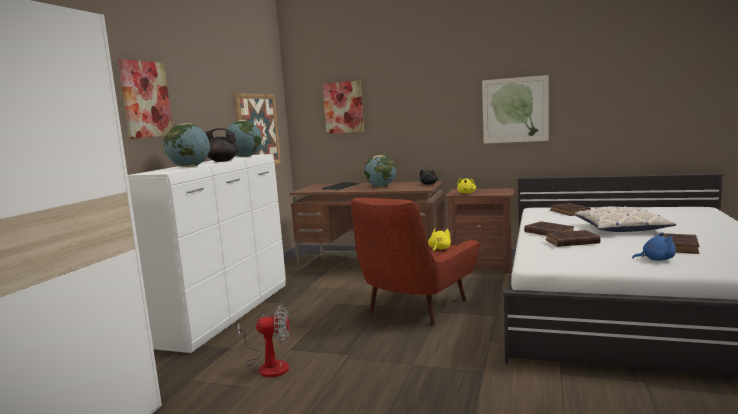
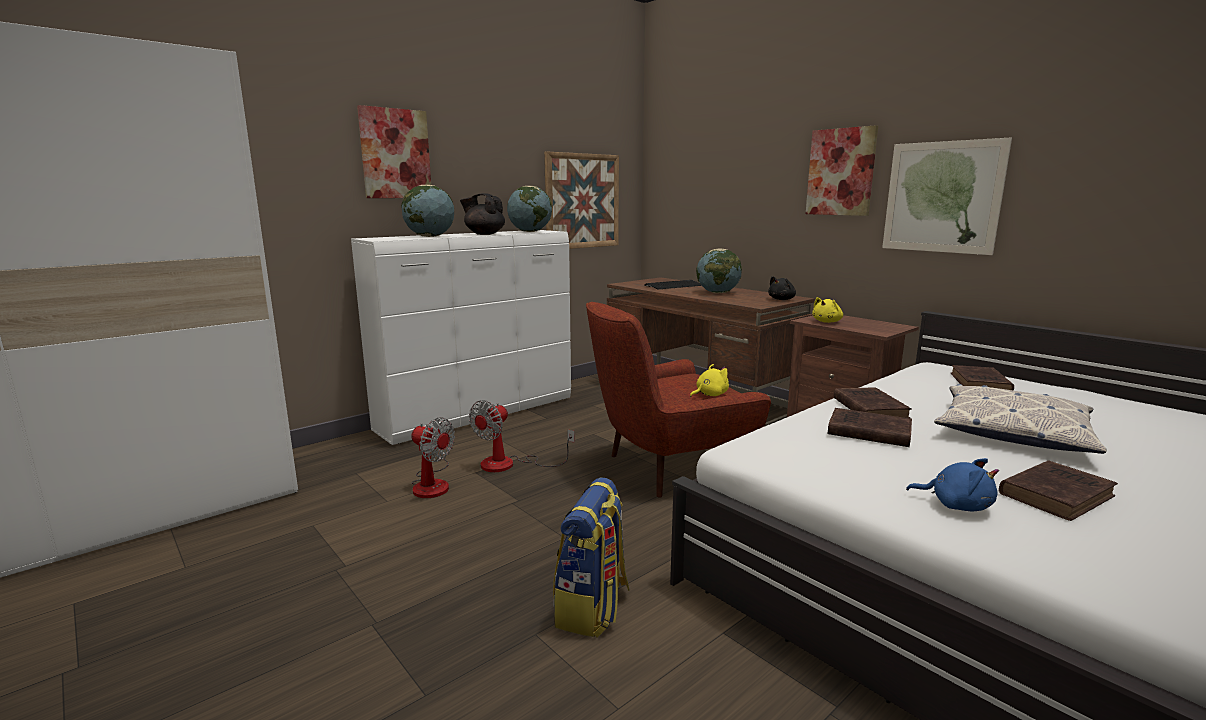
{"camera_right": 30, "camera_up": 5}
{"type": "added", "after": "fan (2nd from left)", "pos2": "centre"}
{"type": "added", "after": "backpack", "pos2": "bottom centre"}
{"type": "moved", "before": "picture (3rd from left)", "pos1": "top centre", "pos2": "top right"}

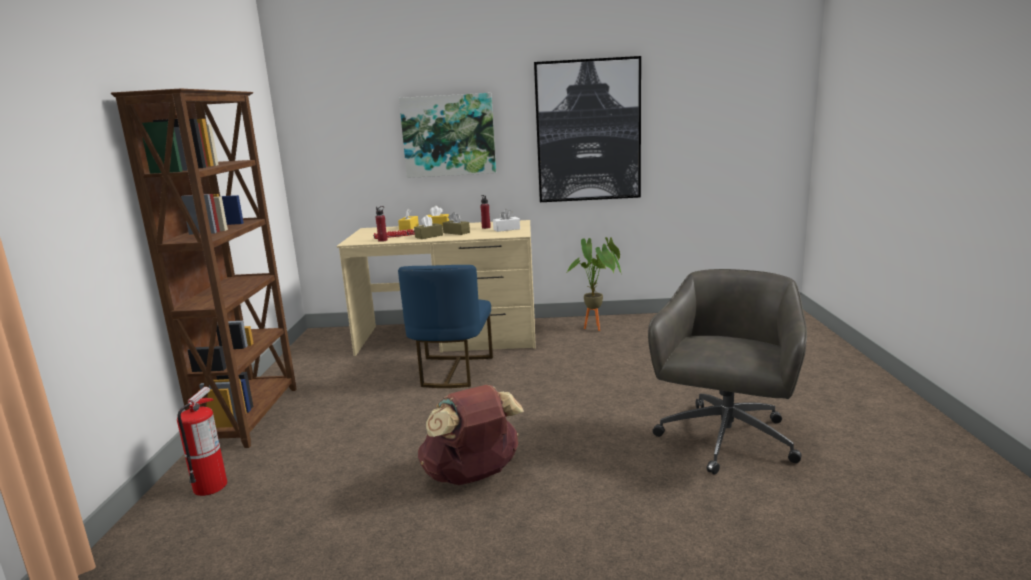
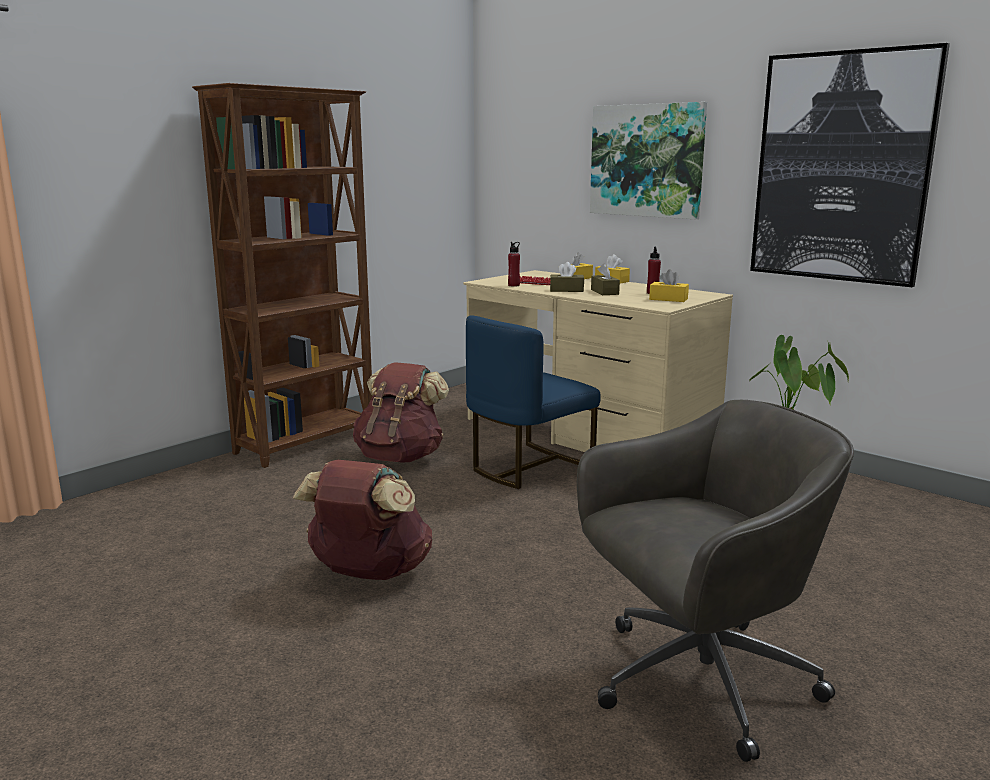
{"camera_right": 40, "camera_up": 0}
{"type": "added", "after": "brown backpack (2nd from left)", "pos2": "centre"}
{"type": "recoloured", "before": "white tissue box", "after": "yellow tissue box (3rd from left)", "pos1": "centre", "pos2": "middle right"}
{"type": "removed", "before": "fire extinguisher", "pos1": "bottom left"}

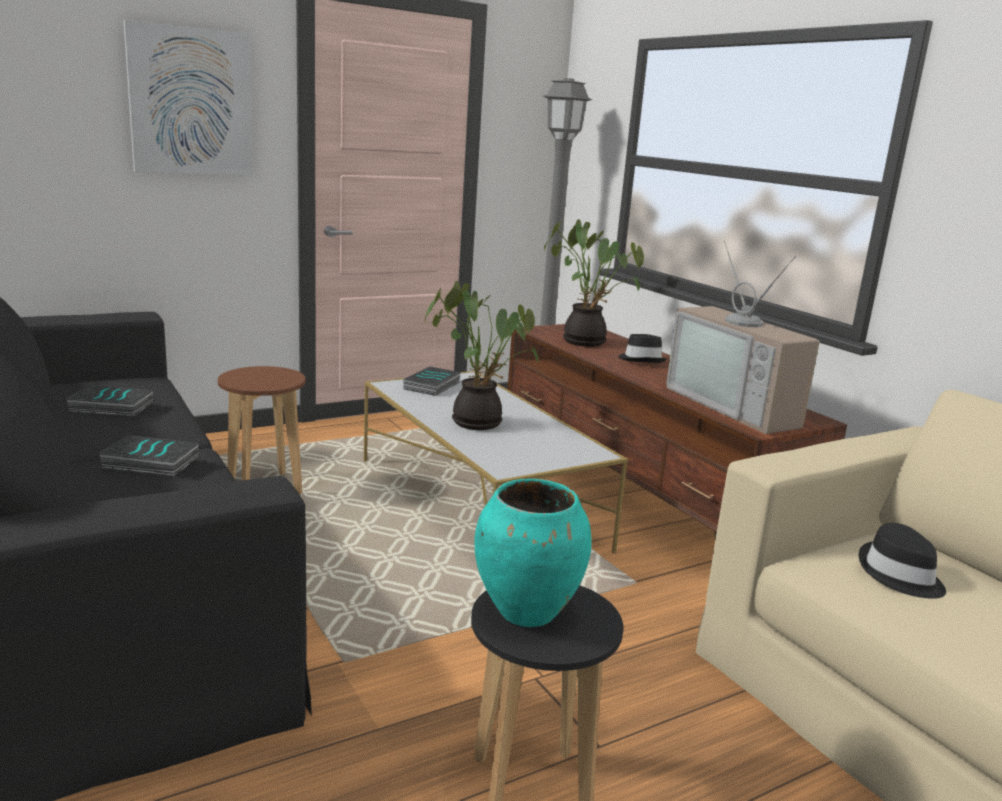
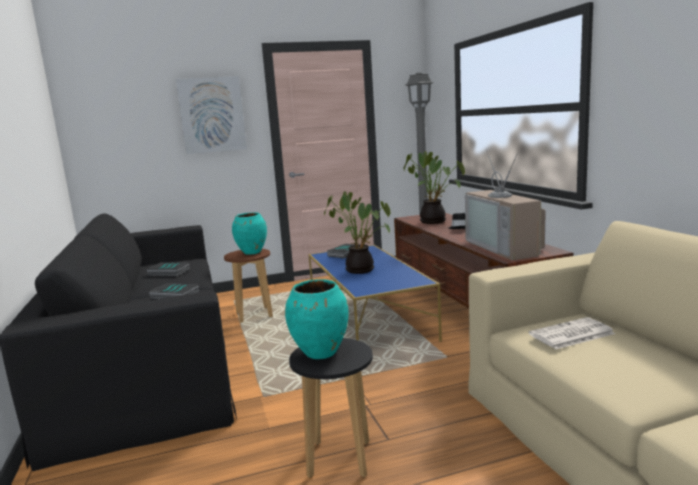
{"camera_right": 15, "camera_up": -5}
{"type": "added", "after": "turquoise vase (1st from left)", "pos2": "centre"}
{"type": "recoloured", "before": "white coffee table", "after": "blue coffee table", "pos1": "centre", "pos2": "centre"}
{"type": "replaced", "before": "black hat (2nd from left)", "after": "newspaper", "pos1": "bottom right", "pos2": "bottom right"}

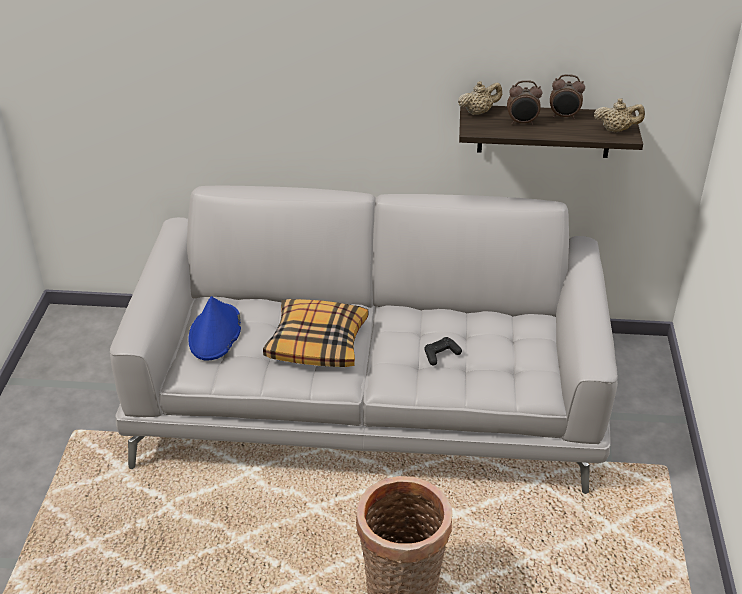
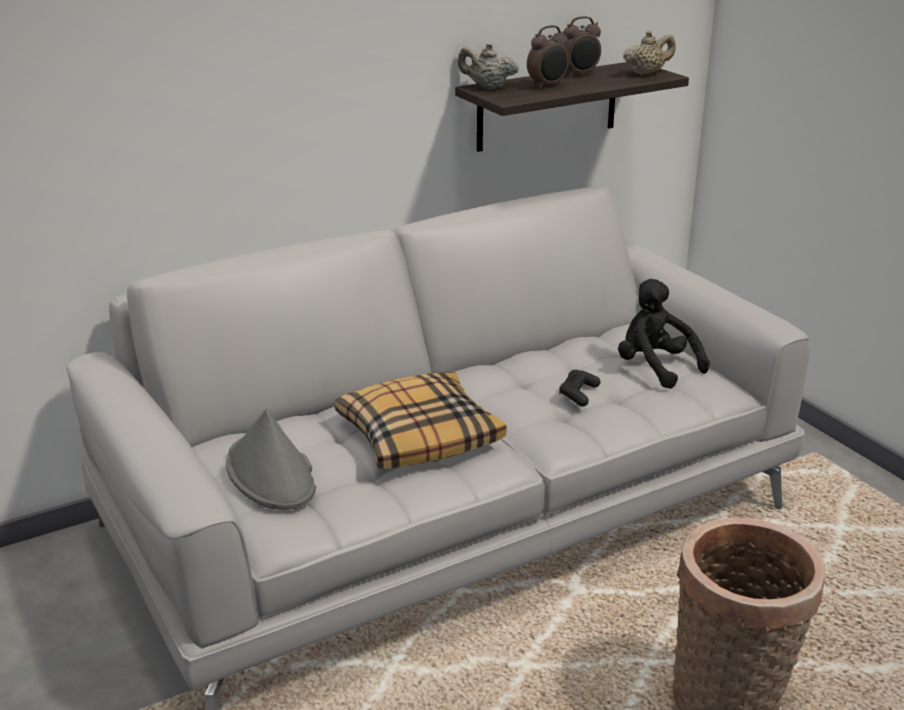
{"camera_right": -35, "camera_up": -10}
{"type": "recoloured", "before": "blue hat", "after": "grey hat", "pos1": "middle left", "pos2": "middle left"}
{"type": "turned", "before": "beige teapot (1st from left)", "pos1": "top centre", "pos2": "top centre", "turn": -105}
{"type": "added", "after": "black plush toy", "pos2": "middle right"}

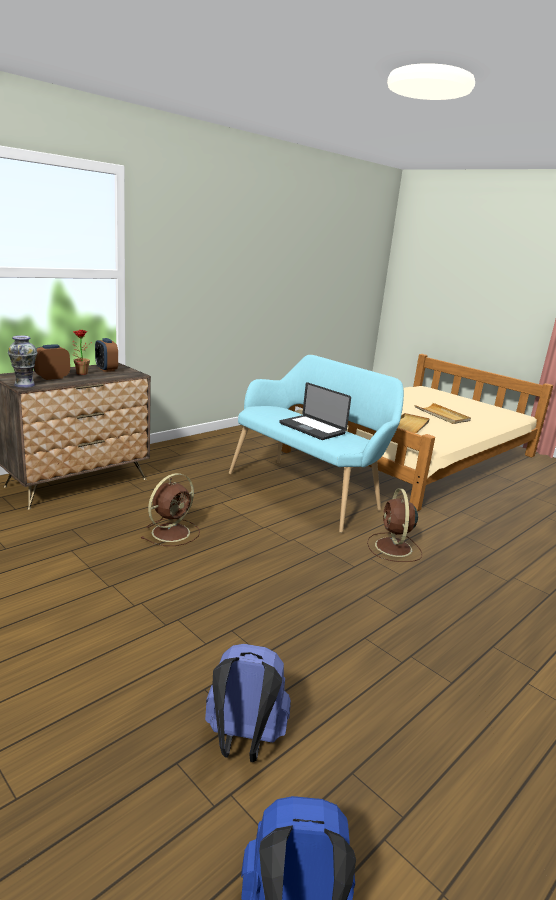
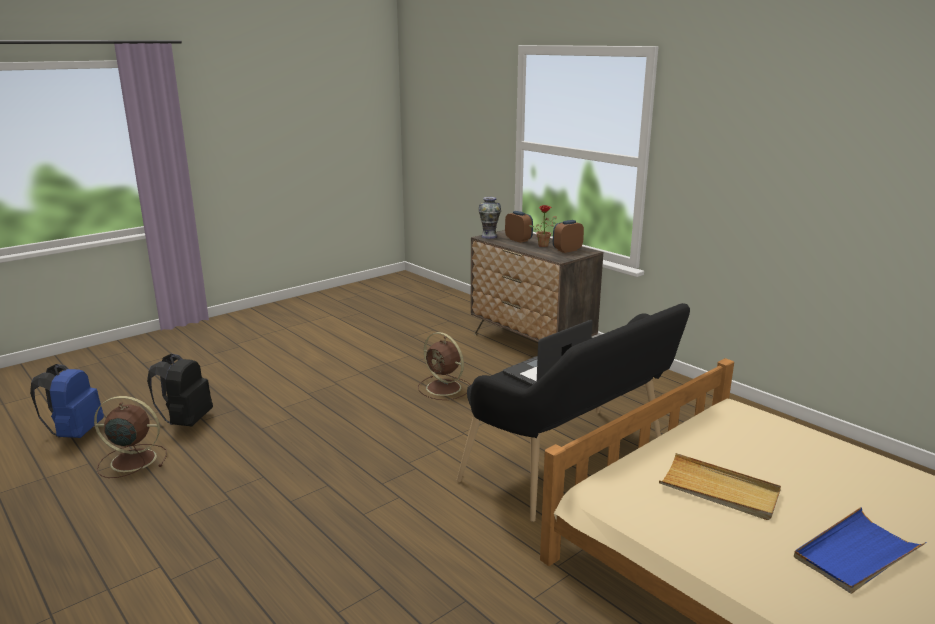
{"camera_right": 95, "camera_up": 0}
{"type": "moved", "before": "brown fan (2nd from left in the first image)", "after": "brown fan (1st from left)", "pos1": "middle right", "pos2": "bottom left"}
{"type": "recoloured", "before": "blue backpack (1st from left)", "after": "black backpack", "pos1": "bottom centre", "pos2": "middle left"}
{"type": "recoloured", "before": "turquoise bench", "after": "black bench", "pos1": "centre", "pos2": "centre"}
{"type": "recoloured", "before": "beige tray (2nd from left)", "after": "blue tray", "pos1": "middle right", "pos2": "bottom right"}

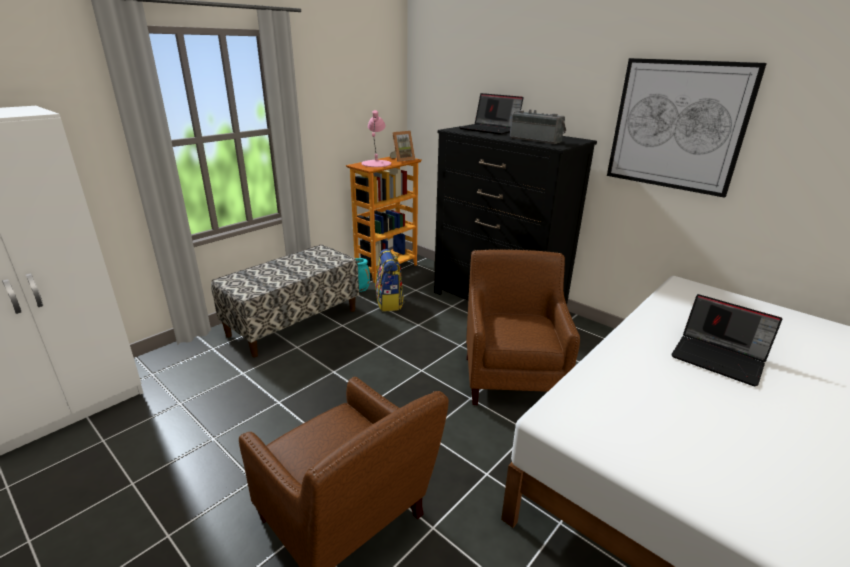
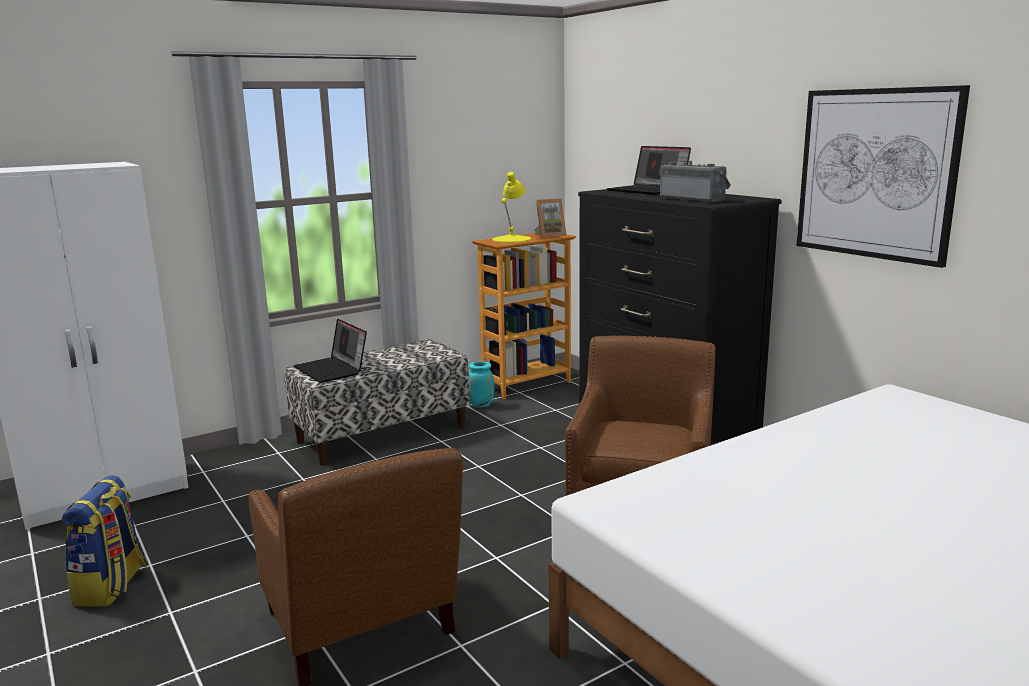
{"camera_right": 15, "camera_up": -10}
{"type": "moved", "before": "backpack", "pos1": "centre", "pos2": "bottom left"}
{"type": "moved", "before": "laptop (2nd from left in the first image)", "after": "laptop (1st from left)", "pos1": "middle right", "pos2": "middle left"}
{"type": "recoloured", "before": "pink table lamp", "after": "yellow table lamp", "pos1": "top centre", "pos2": "top centre"}

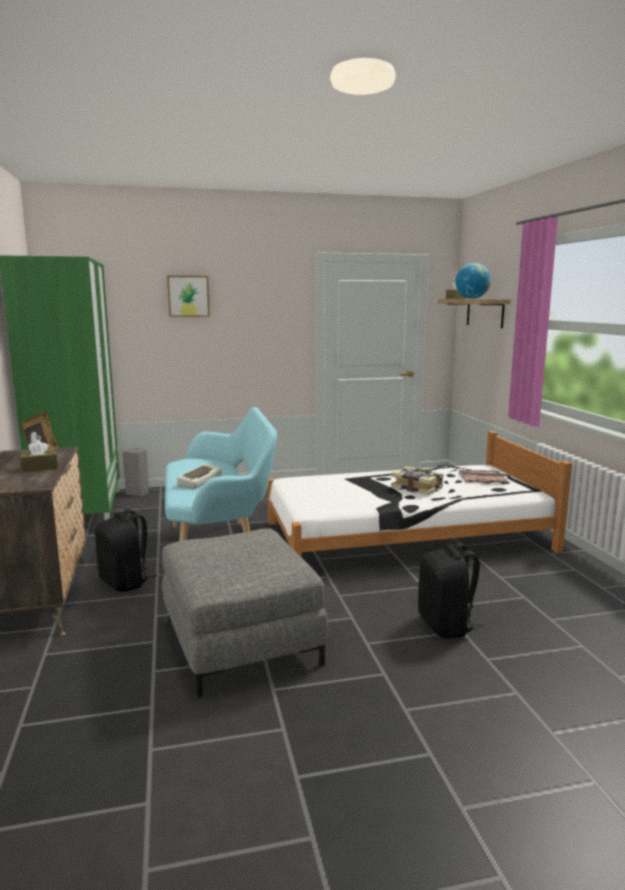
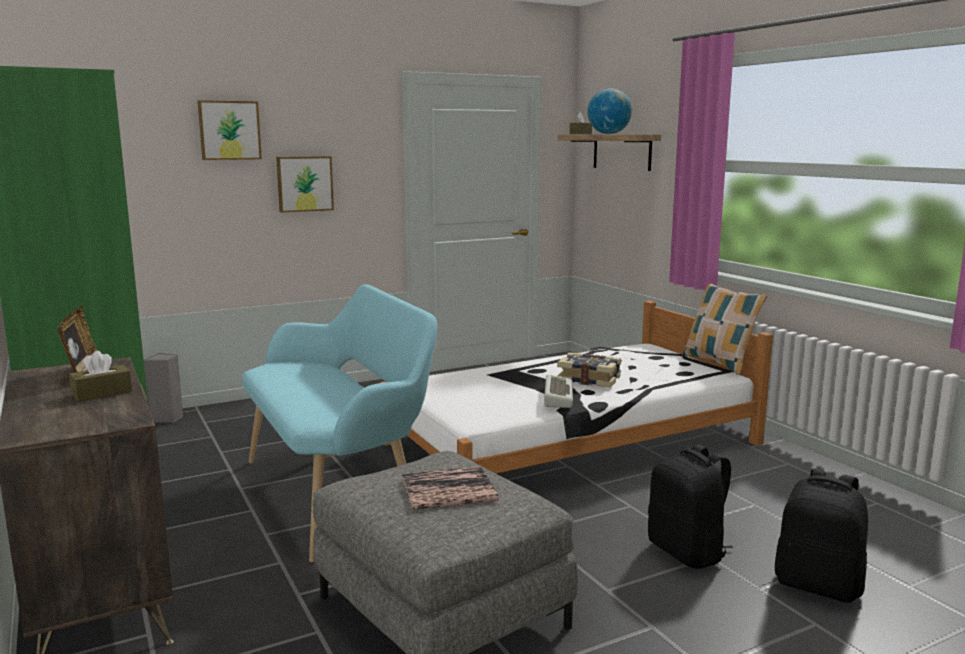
{"camera_right": -15, "camera_up": 0}
{"type": "added", "after": "picture (2nd from left)", "pos2": "top left"}
{"type": "moved", "before": "book (2nd from left in the first image)", "after": "book (1st from left)", "pos1": "middle right", "pos2": "bottom centre"}
{"type": "moved", "before": "keyboard", "pos1": "middle left", "pos2": "centre"}
{"type": "added", "after": "pillow", "pos2": "middle right"}
{"type": "moved", "before": "black backpack (1st from left in the first image)", "after": "black backpack (2nd from left)", "pos1": "middle left", "pos2": "bottom right"}

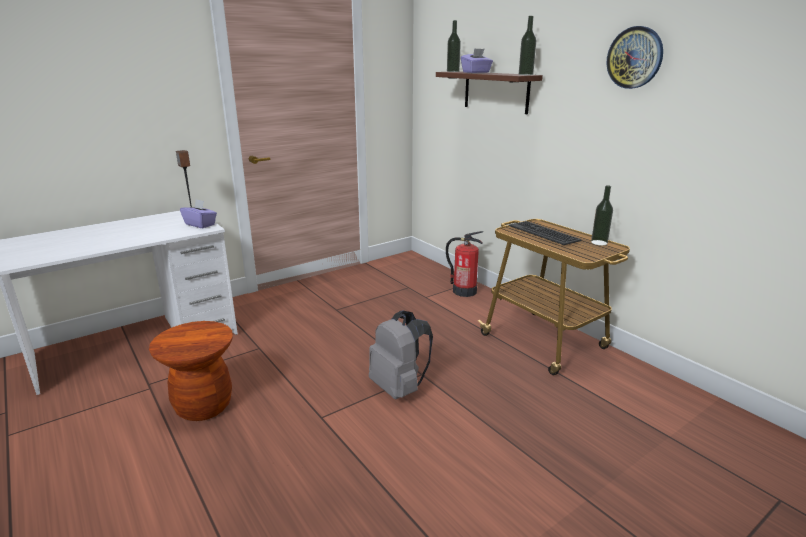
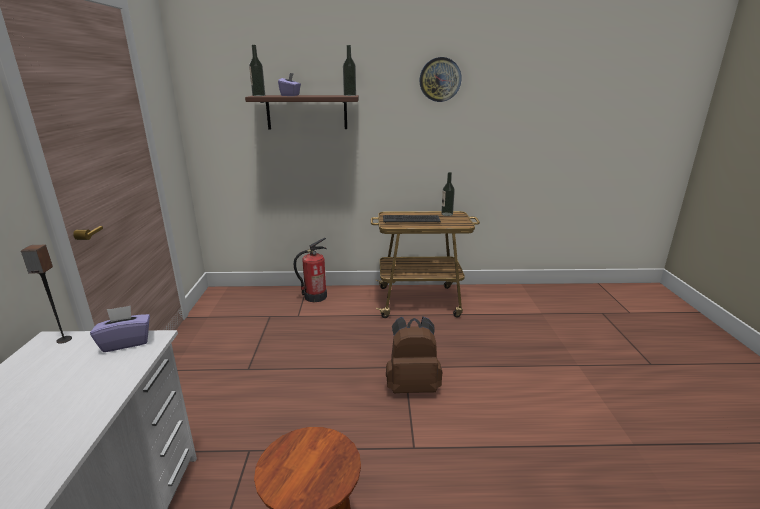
{"camera_right": -55, "camera_up": 0}
{"type": "recoloured", "before": "grey backpack", "after": "brown backpack", "pos1": "centre", "pos2": "bottom centre"}

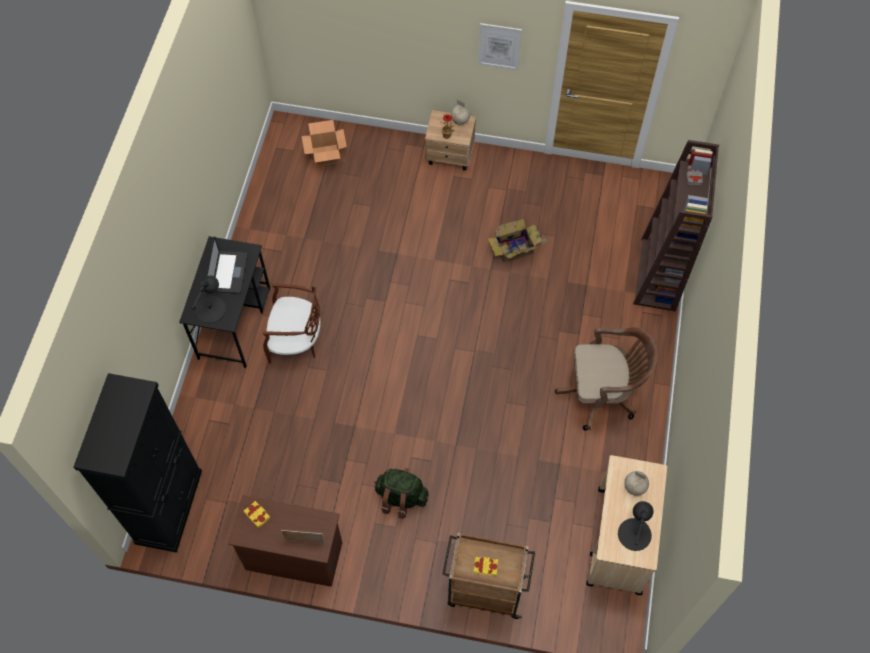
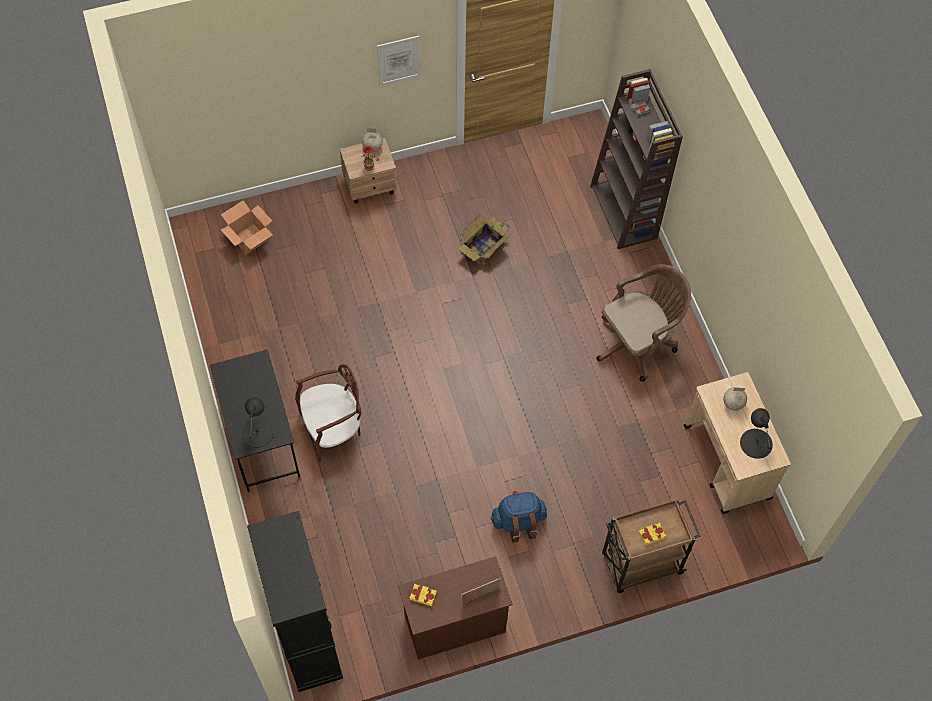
{"camera_right": -30, "camera_up": 0}
{"type": "recoloured", "before": "green backpack", "after": "blue backpack", "pos1": "bottom centre", "pos2": "bottom centre"}
{"type": "removed", "before": "laptop", "pos1": "middle left"}

